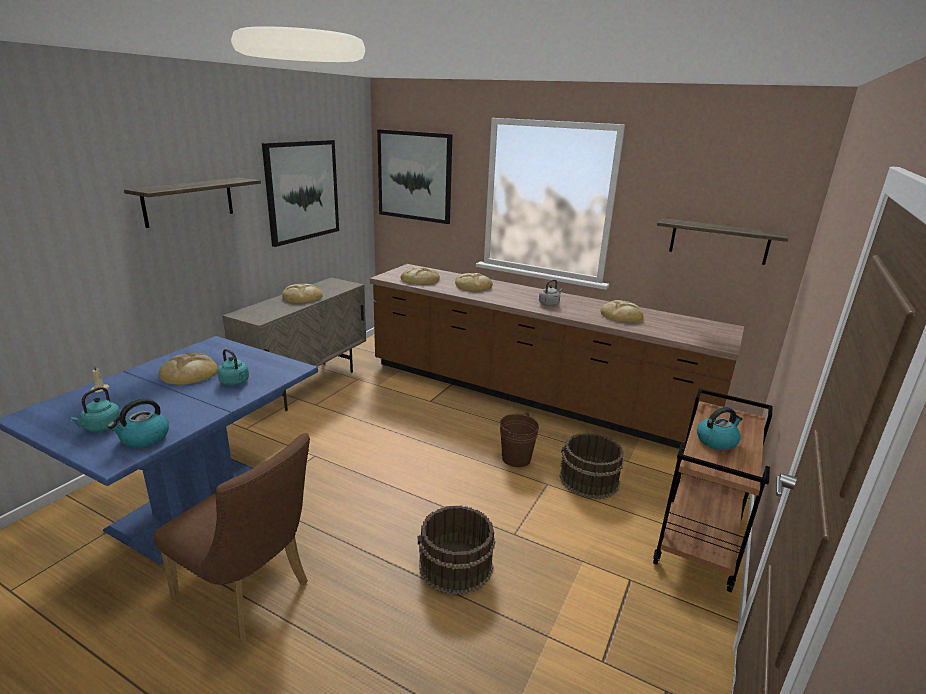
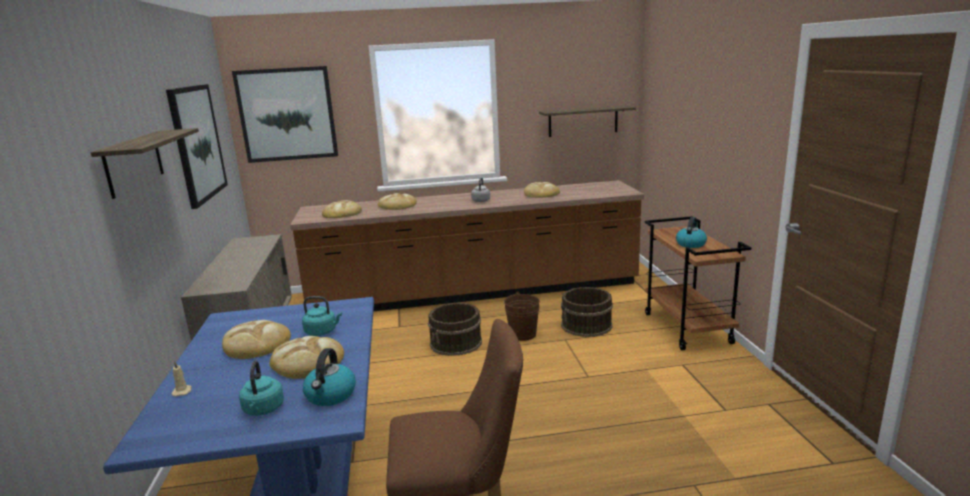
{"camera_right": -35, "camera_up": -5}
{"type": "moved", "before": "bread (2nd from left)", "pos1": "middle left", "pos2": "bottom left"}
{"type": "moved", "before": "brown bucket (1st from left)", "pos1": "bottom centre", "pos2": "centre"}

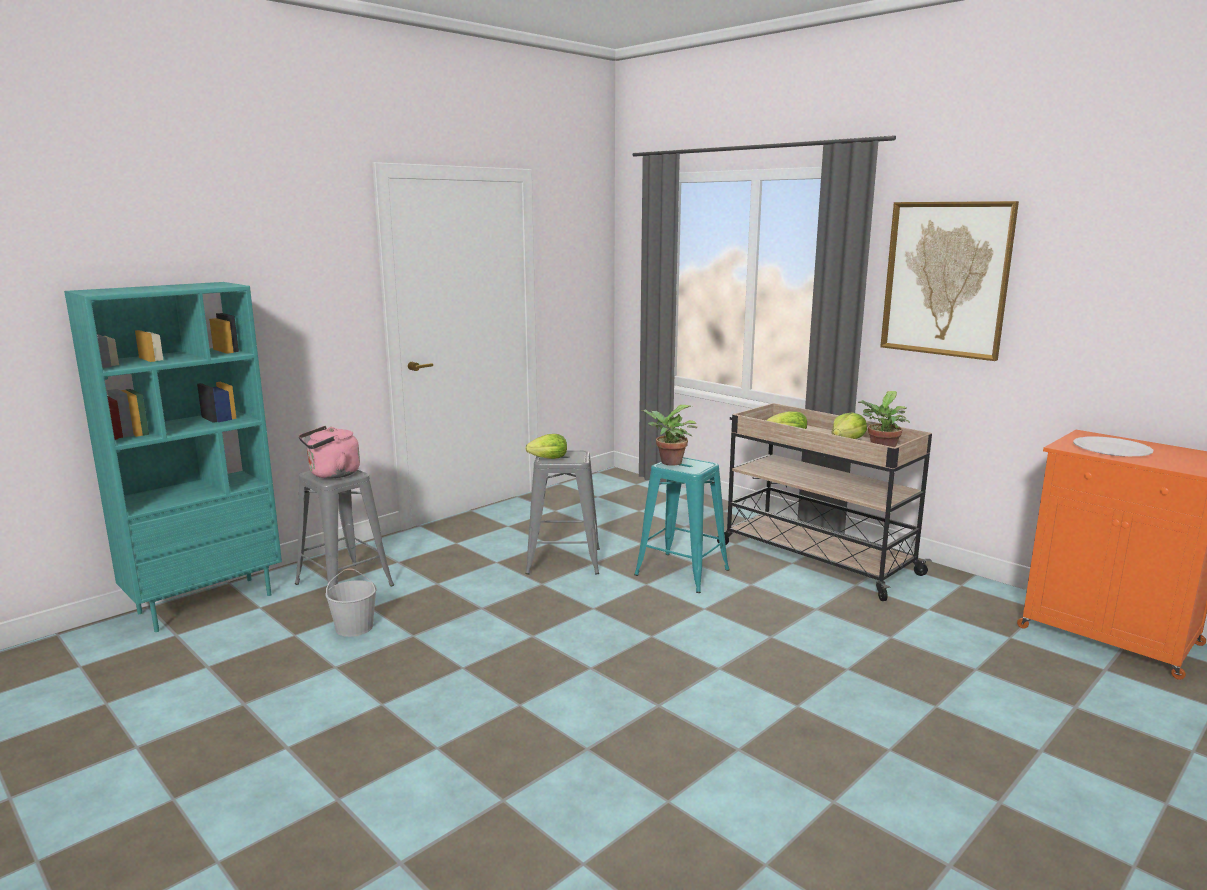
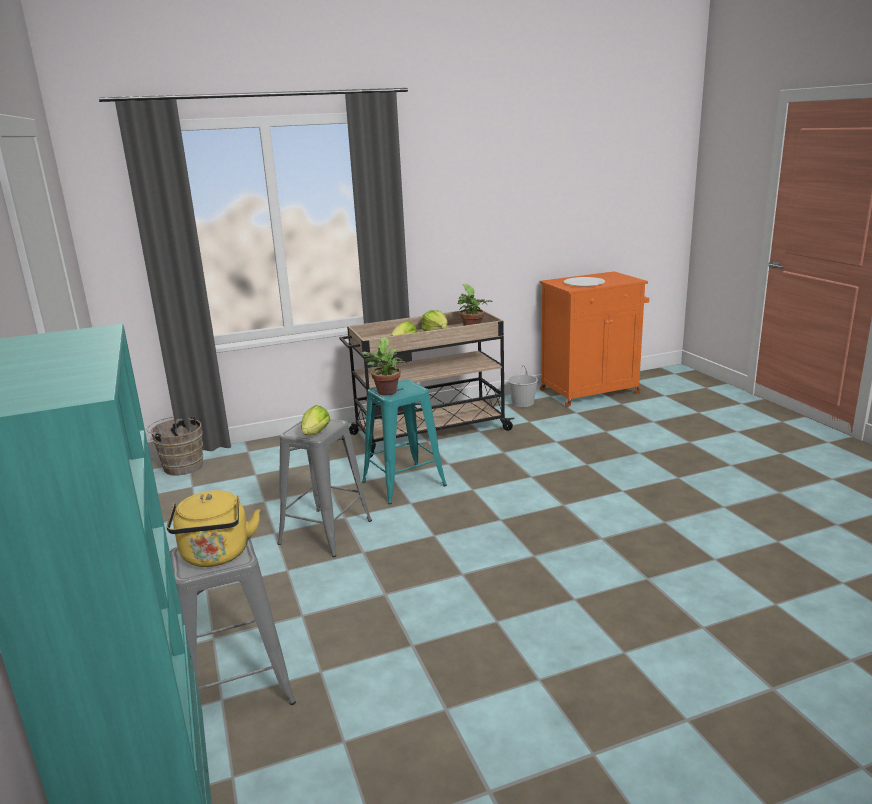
{"camera_right": -65, "camera_up": 5}
{"type": "added", "after": "brown bucket", "pos2": "middle left"}
{"type": "recoloured", "before": "pink kettle", "after": "yellow kettle", "pos1": "middle left", "pos2": "middle left"}
{"type": "moved", "before": "white bucket", "pos1": "bottom left", "pos2": "centre"}
{"type": "removed", "before": "picture", "pos1": "top right"}

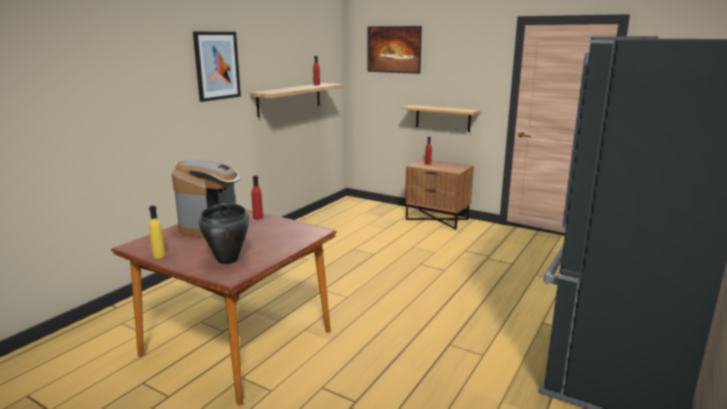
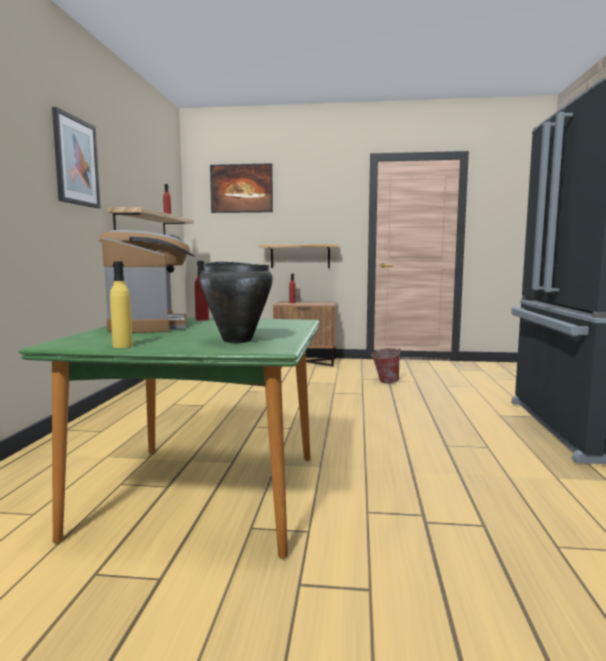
{"camera_right": -25, "camera_up": -10}
{"type": "recoloured", "before": "brown dining table", "after": "green dining table", "pos1": "bottom left", "pos2": "middle left"}
{"type": "added", "after": "bucket", "pos2": "centre"}

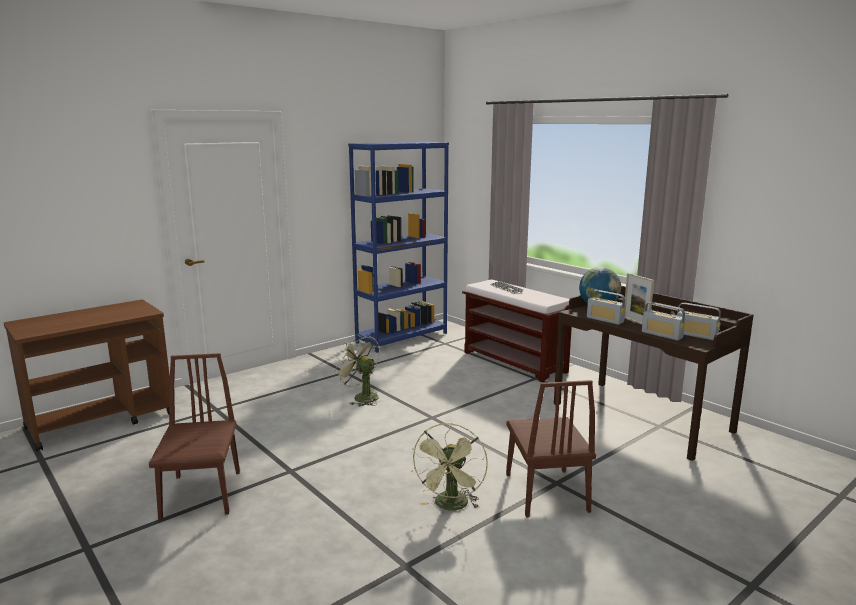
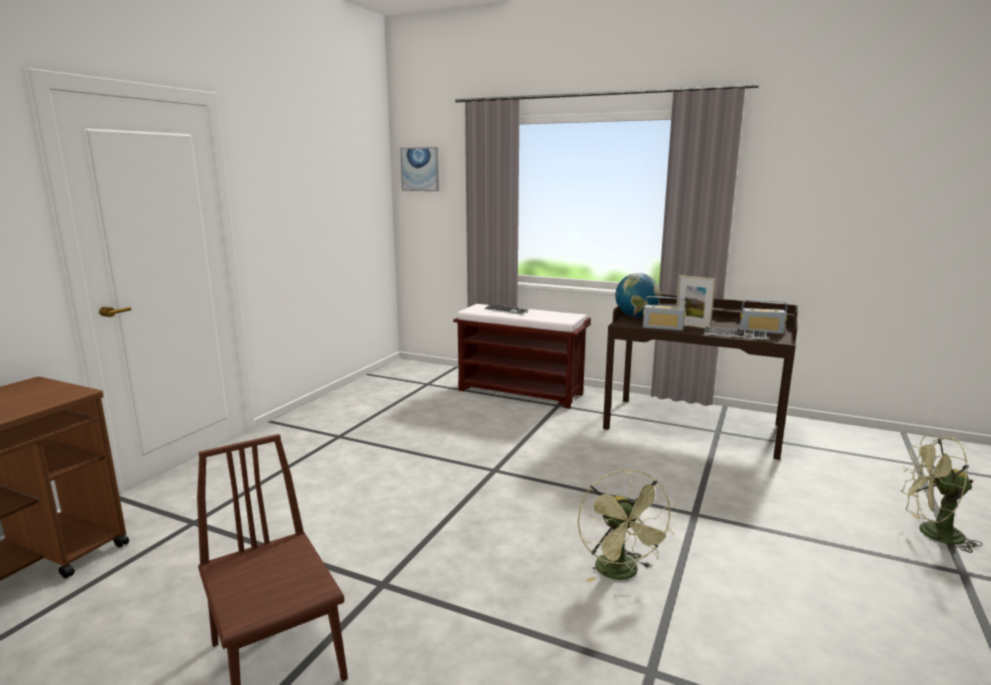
{"camera_right": -25, "camera_up": 0}
{"type": "added", "after": "picture", "pos2": "top centre"}
{"type": "replaced", "before": "radio (2nd from left)", "after": "keyboard (2nd from left)", "pos1": "middle right", "pos2": "middle right"}
{"type": "moved", "before": "green fan (1st from left in the first image)", "after": "green fan (2nd from left)", "pos1": "centre", "pos2": "bottom right"}
{"type": "removed", "before": "blue bookcase", "pos1": "centre"}
{"type": "removed", "before": "brown chair (2nd from left)", "pos1": "bottom centre"}

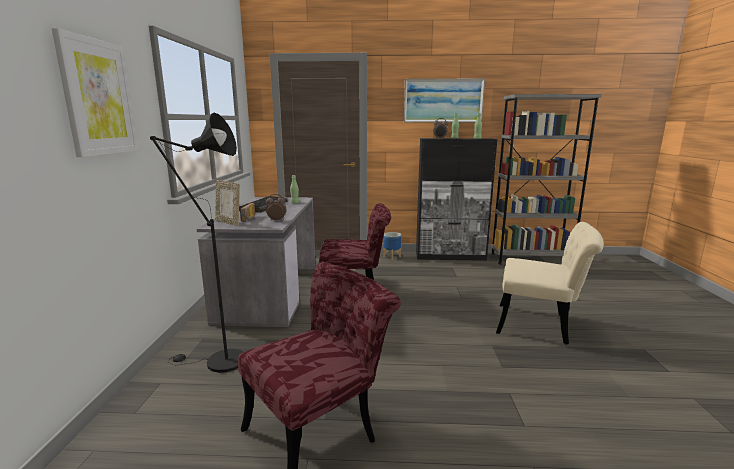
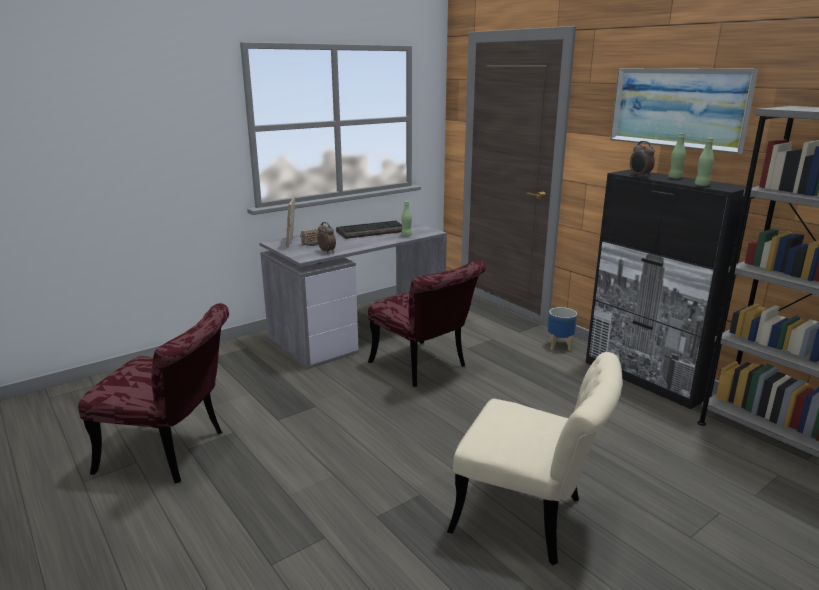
{"camera_right": 50, "camera_up": 5}
{"type": "turned", "before": "beige chair", "pos1": "middle right", "pos2": "bottom centre", "turn": -45}
{"type": "removed", "before": "picture (1st from left)", "pos1": "top left"}
{"type": "removed", "before": "black floor lamp", "pos1": "middle left"}

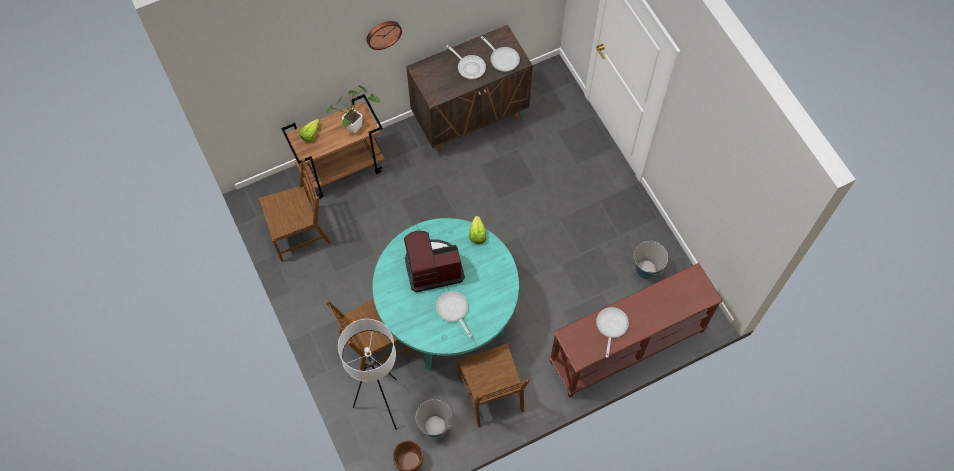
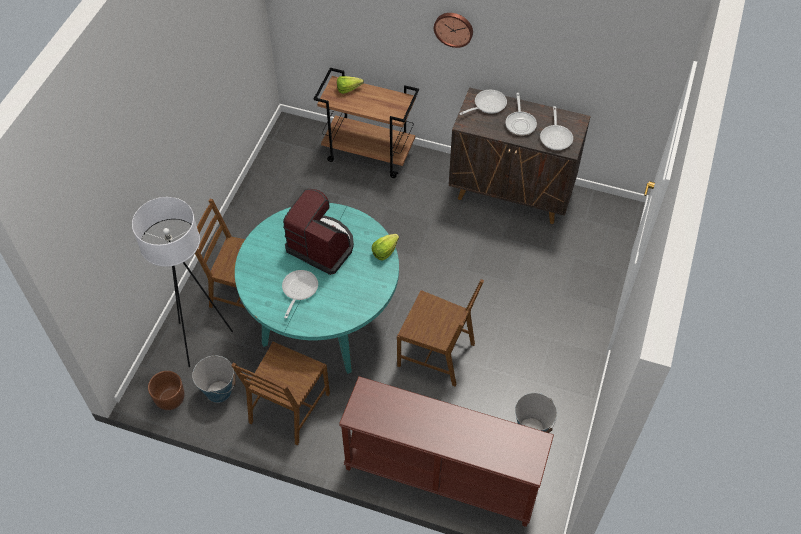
{"camera_right": 45, "camera_up": -10}
{"type": "moved", "before": "brown chair (1st from left in the first image)", "after": "brown chair (3rd from left)", "pos1": "middle left", "pos2": "centre"}
{"type": "moved", "before": "frying pan (4th from left in the first image)", "after": "frying pan (2nd from left)", "pos1": "bottom centre", "pos2": "top centre"}
{"type": "removed", "before": "potted plant", "pos1": "top centre"}

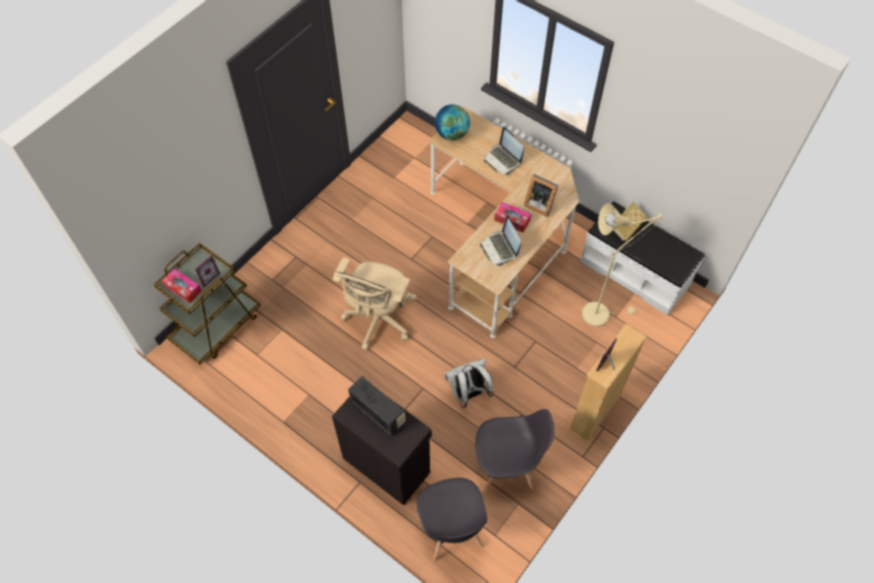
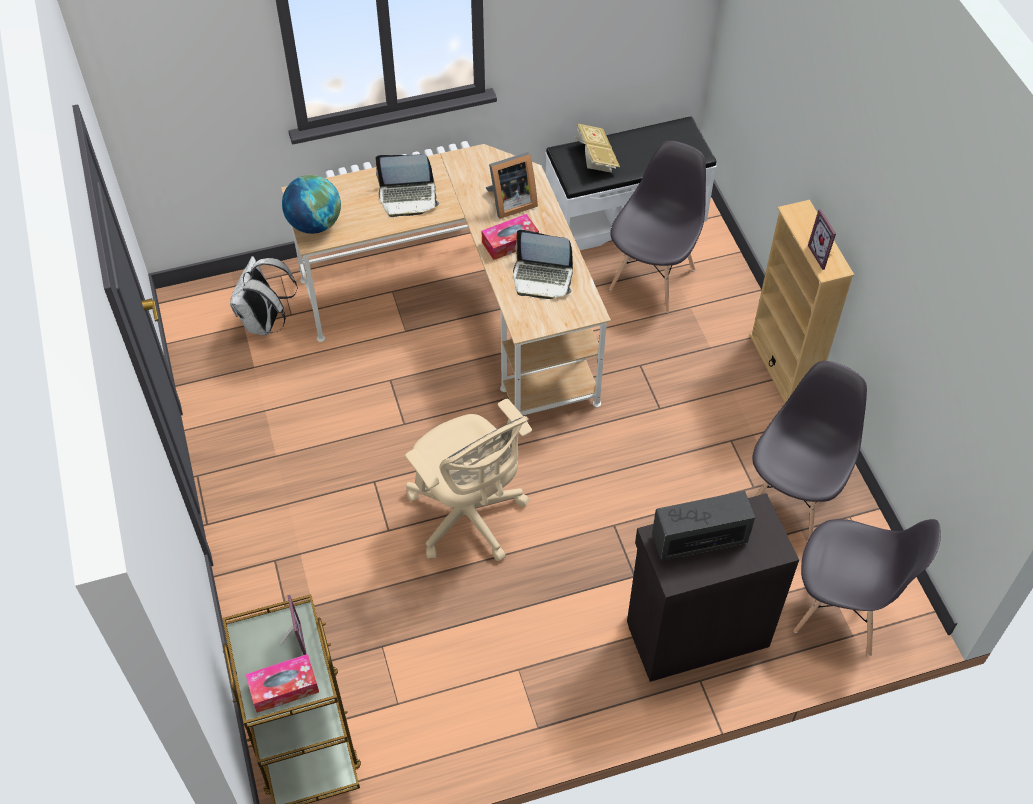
{"camera_right": -55, "camera_up": -5}
{"type": "moved", "before": "white backpack", "pos1": "centre", "pos2": "middle left"}
{"type": "replaced", "before": "beige floor lamp", "after": "grey chair (1st from left)", "pos1": "middle right", "pos2": "top centre"}

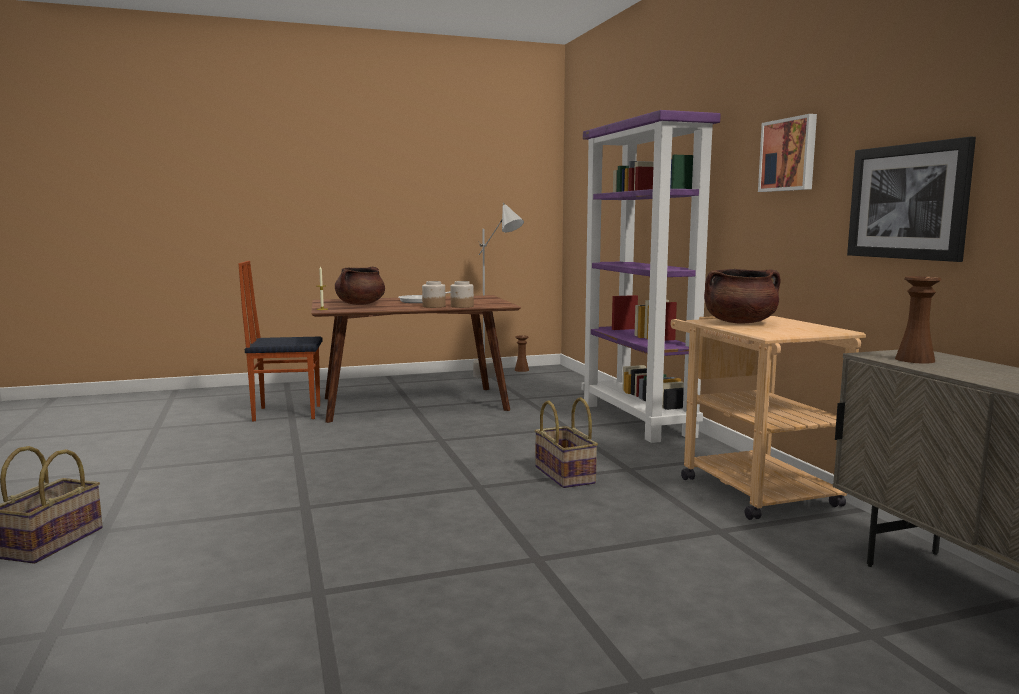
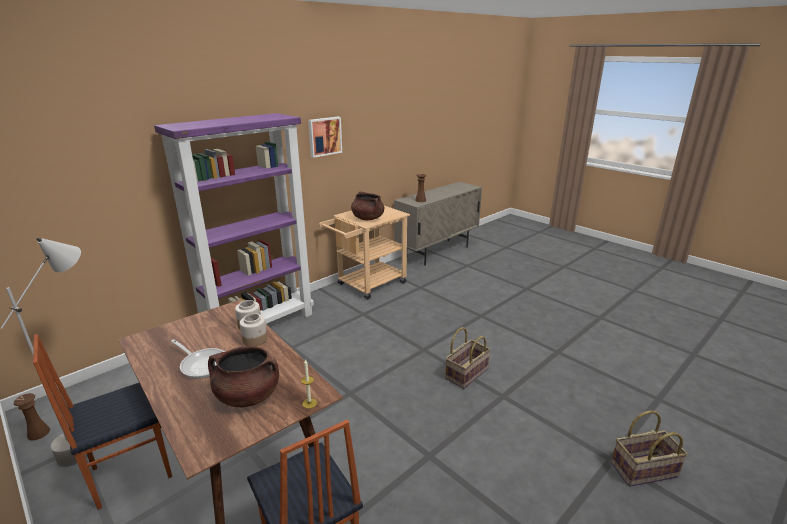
{"camera_right": -115, "camera_up": 15}
{"type": "added", "after": "chair (1st from left)", "pos2": "bottom left"}
{"type": "moved", "before": "basket (2nd from left in the first image)", "after": "basket (1st from left)", "pos1": "centre", "pos2": "bottom centre"}
{"type": "removed", "before": "picture (2nd from left)", "pos1": "top right"}

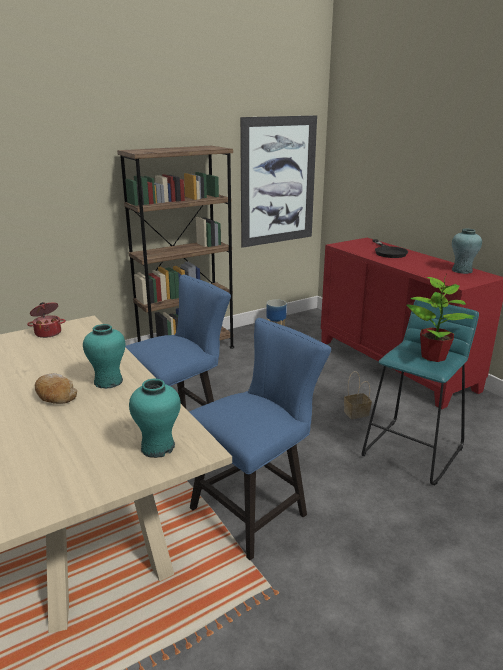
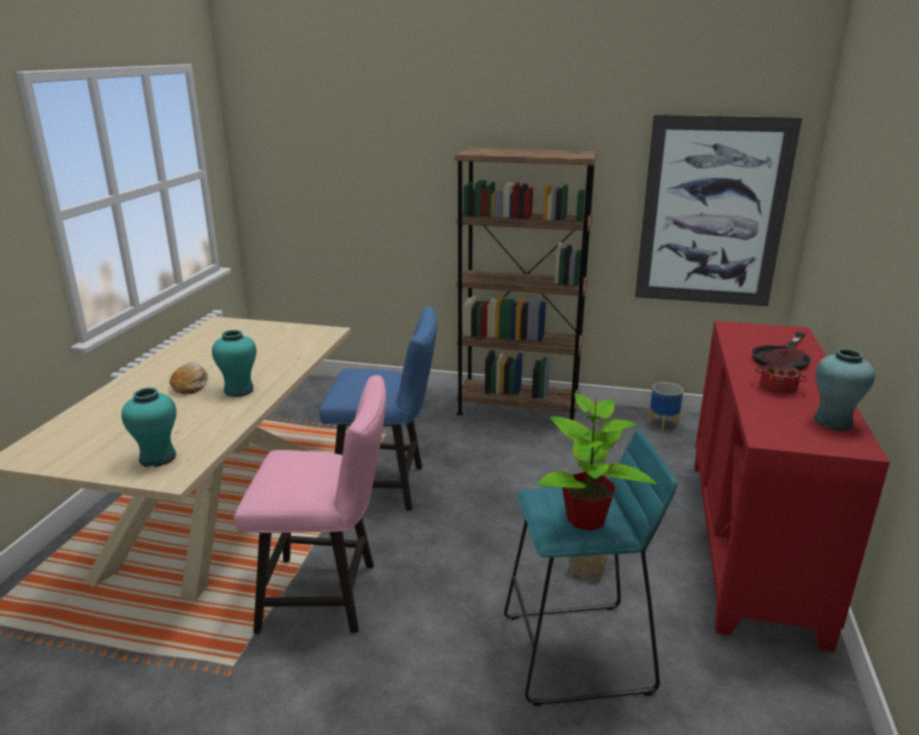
{"camera_right": 45, "camera_up": 0}
{"type": "recoloured", "before": "blue chair (2nd from left)", "after": "pink chair", "pos1": "centre", "pos2": "bottom centre"}
{"type": "moved", "before": "cooking pot", "pos1": "middle left", "pos2": "middle right"}

